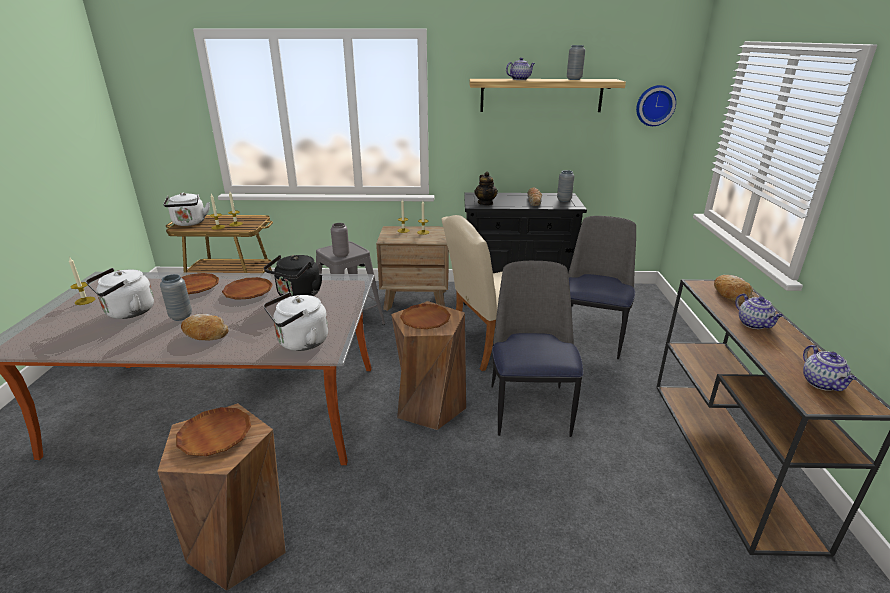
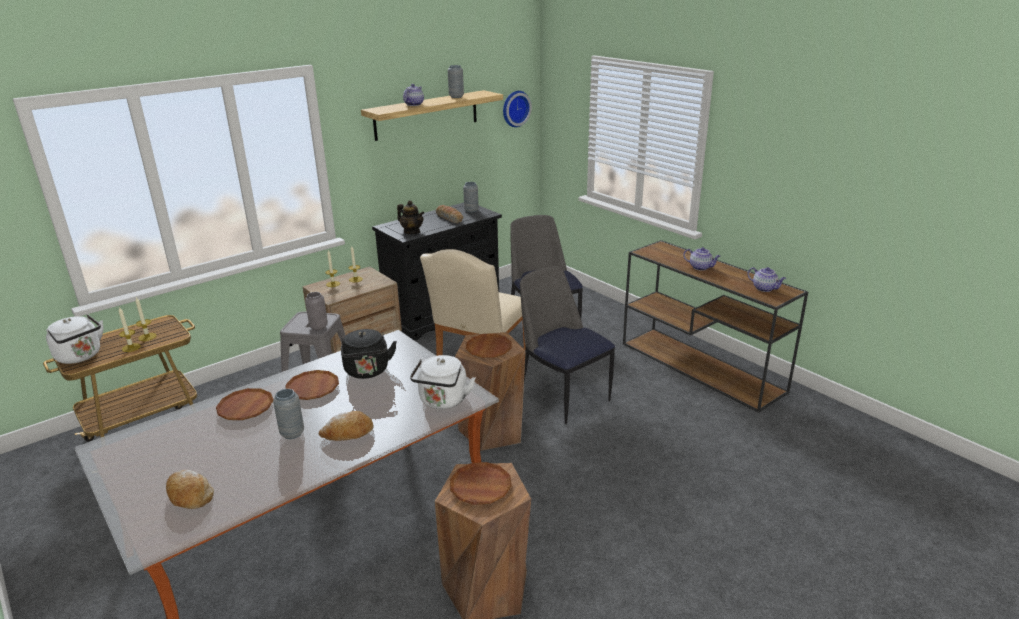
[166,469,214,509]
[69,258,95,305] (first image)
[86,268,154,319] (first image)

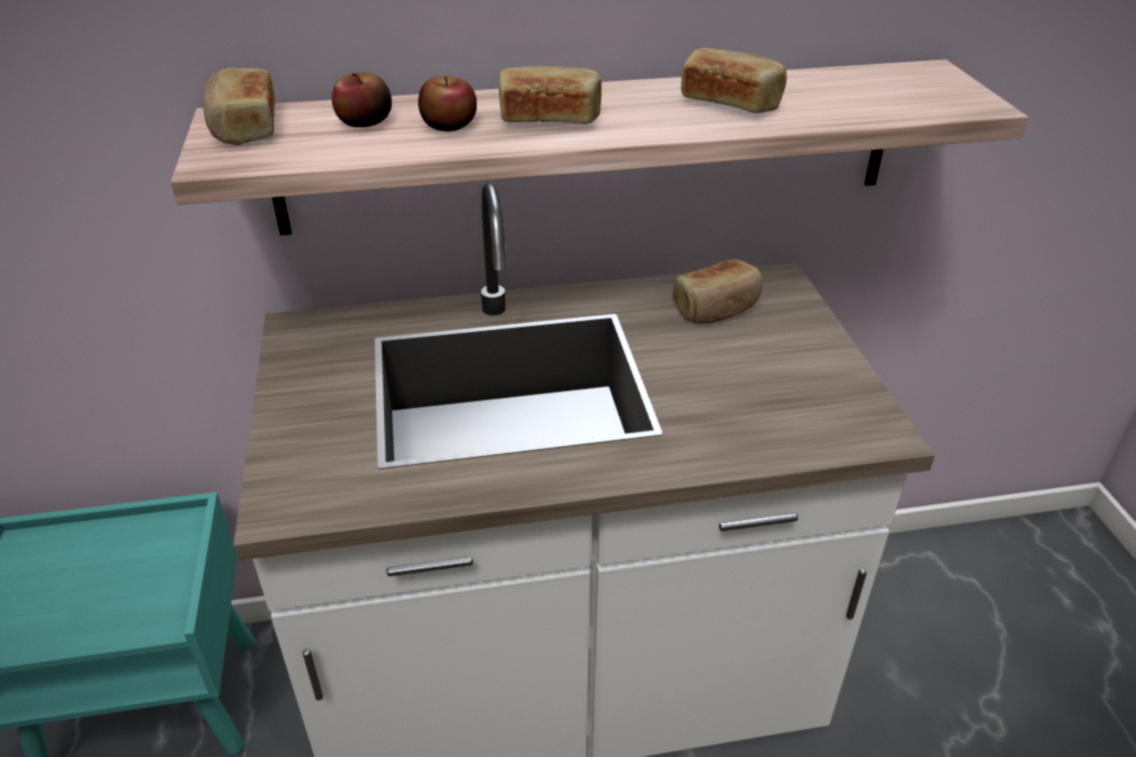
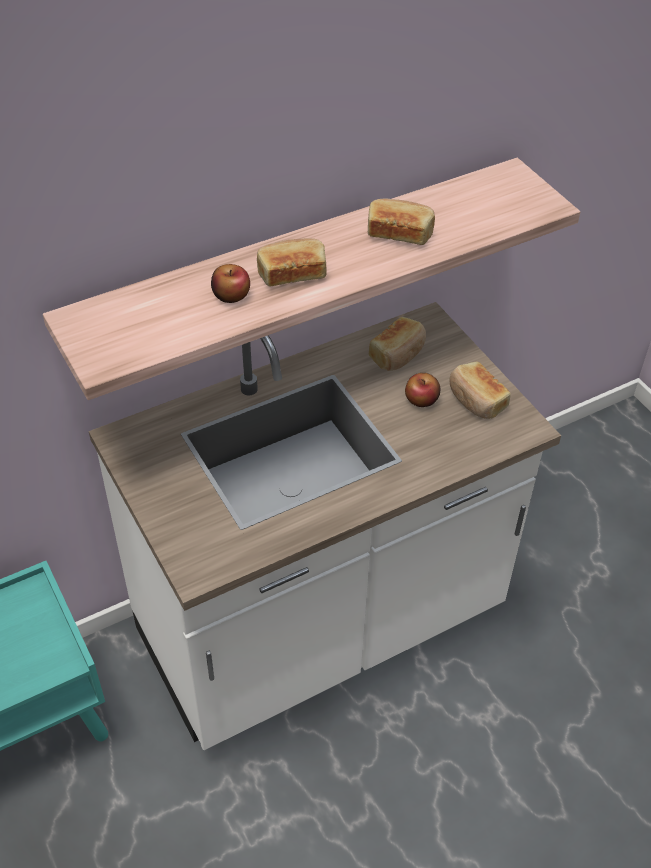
[405,373,440,407]
[449,362,511,419]

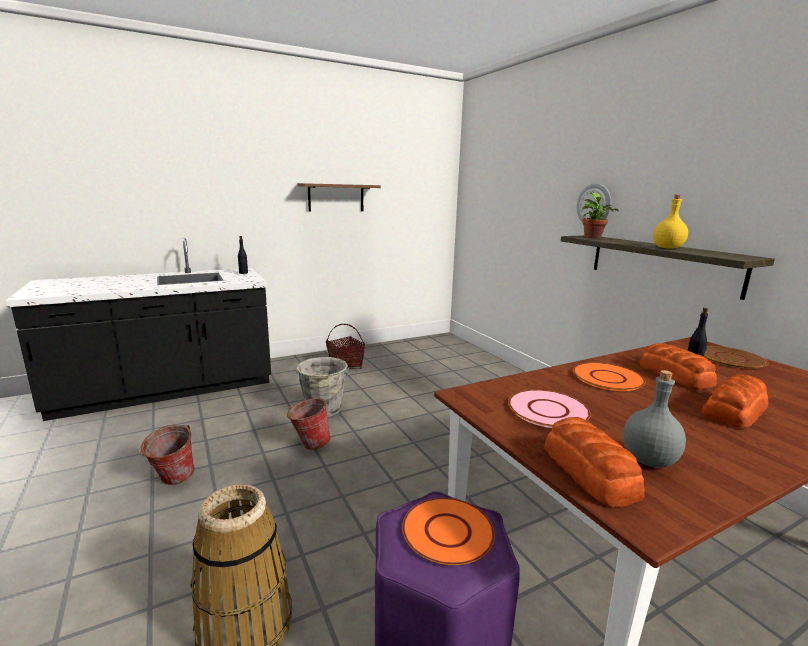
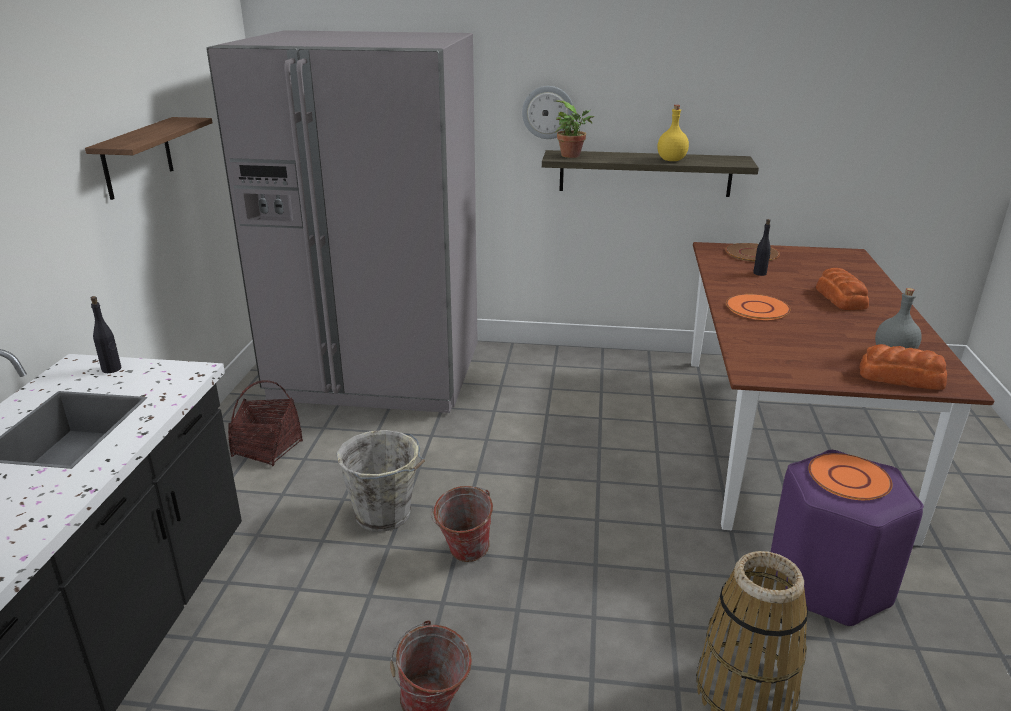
[206,30,478,413]
[508,390,591,428] (first image)
[639,343,717,390] (first image)

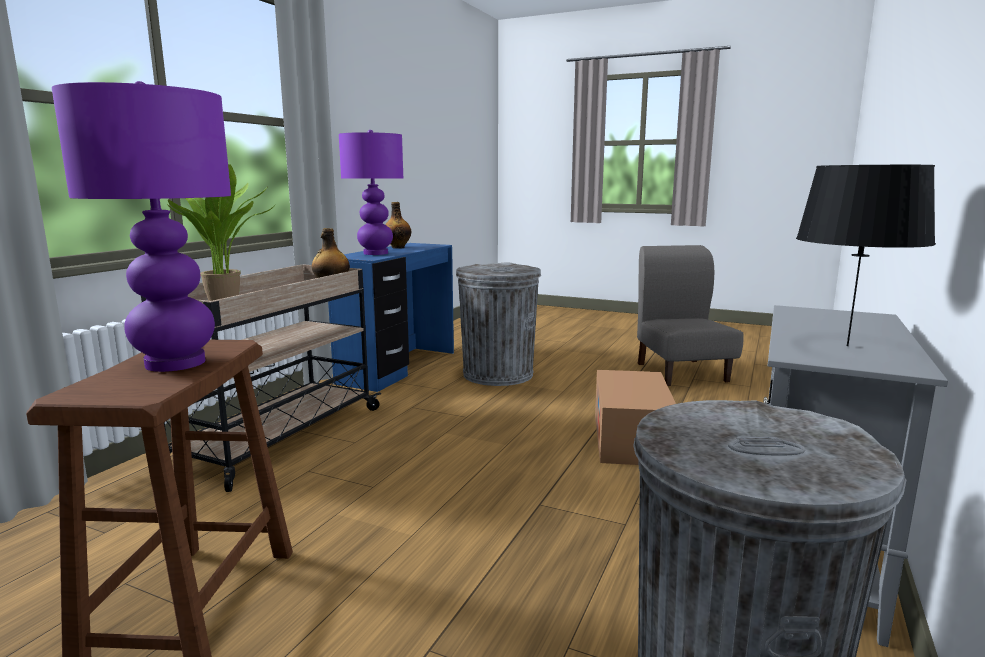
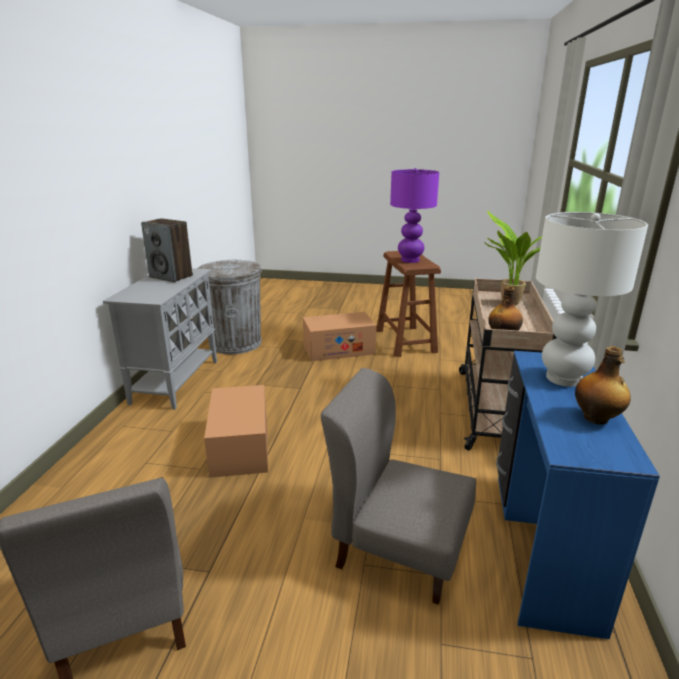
[141,218,193,282]
[303,312,376,361]
[321,368,476,605]
[536,212,648,387]

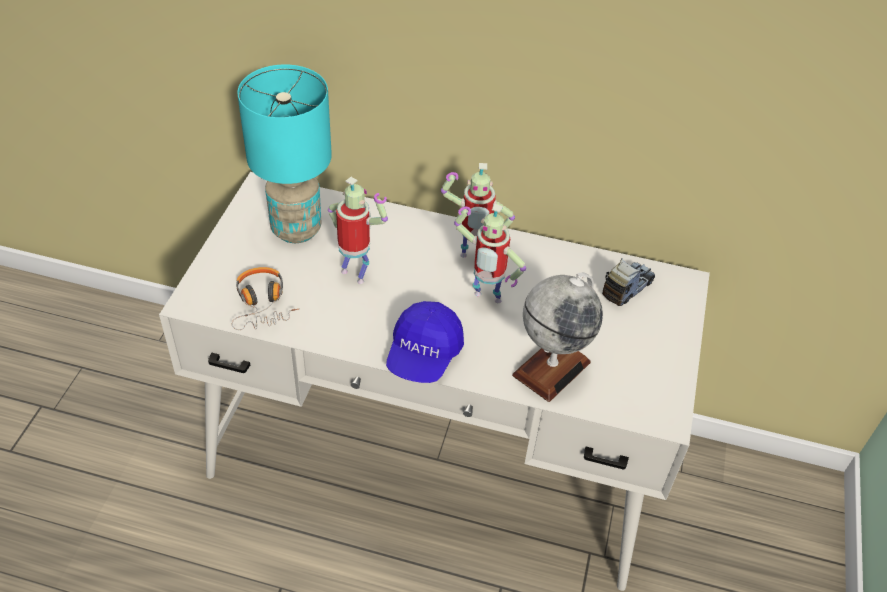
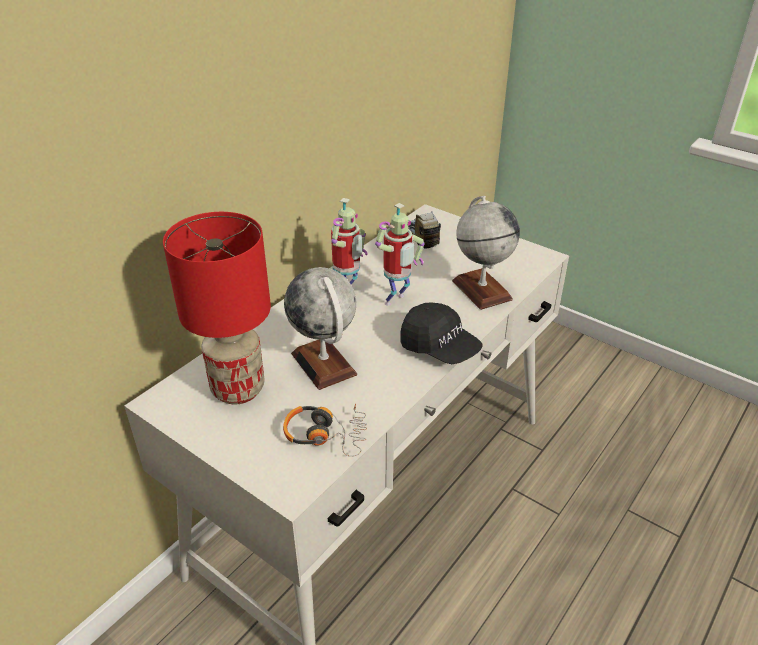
[163,212,271,404]
[284,267,357,390]
[400,303,482,364]

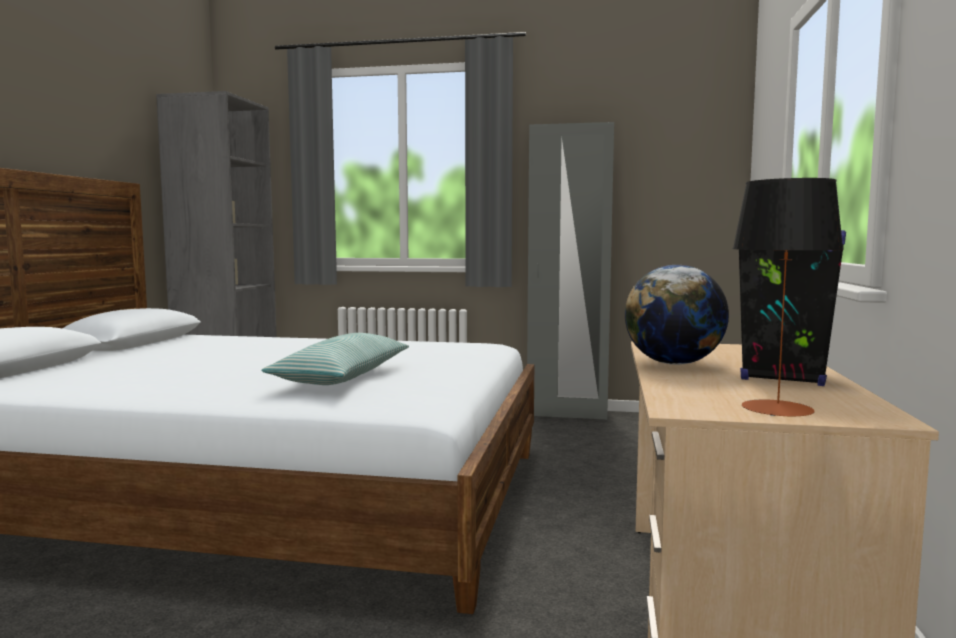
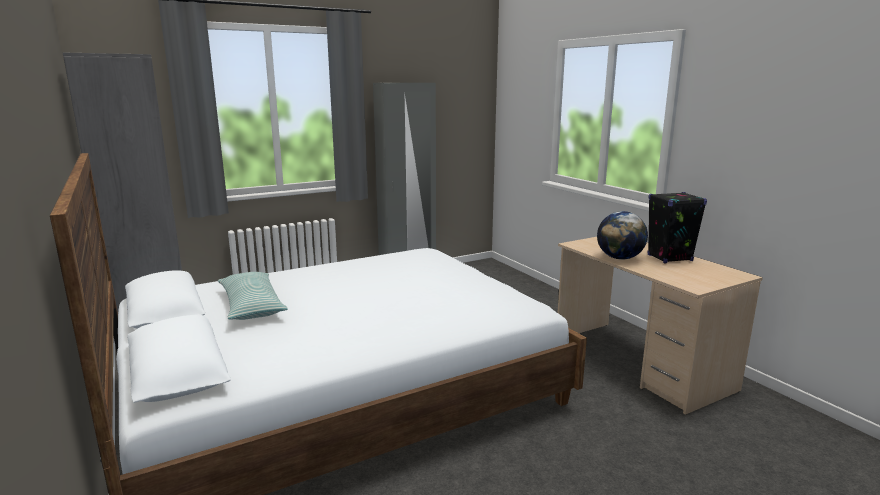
[218,272,288,320]
[733,178,844,416] (first image)

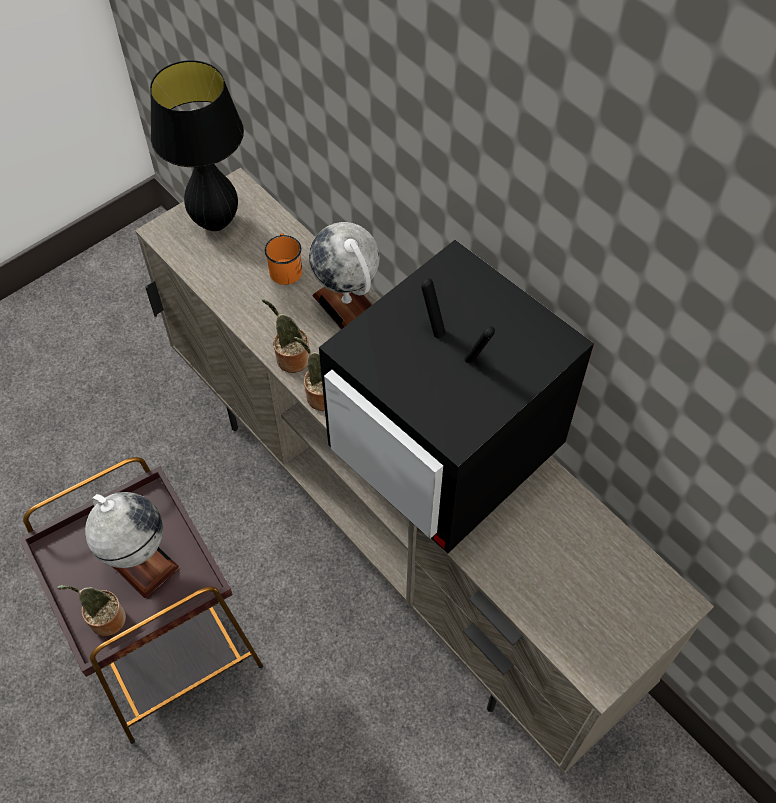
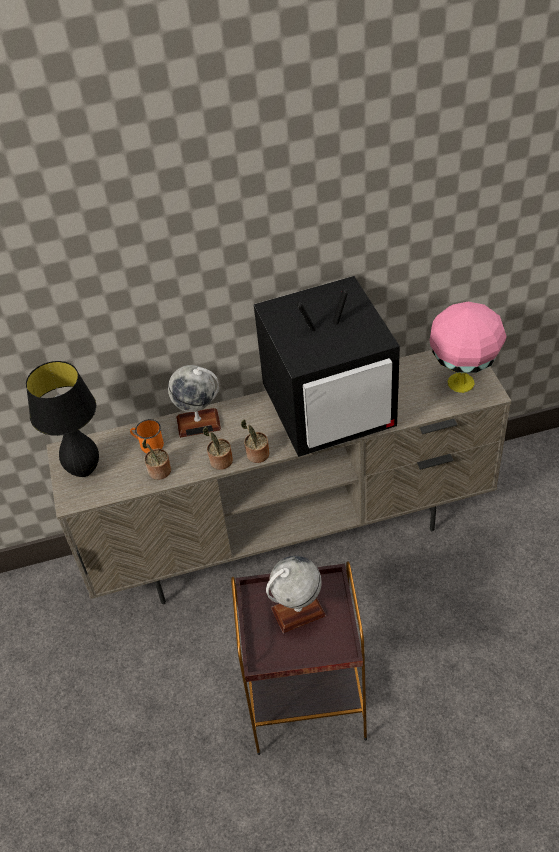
[142,438,171,480]
[430,302,507,393]

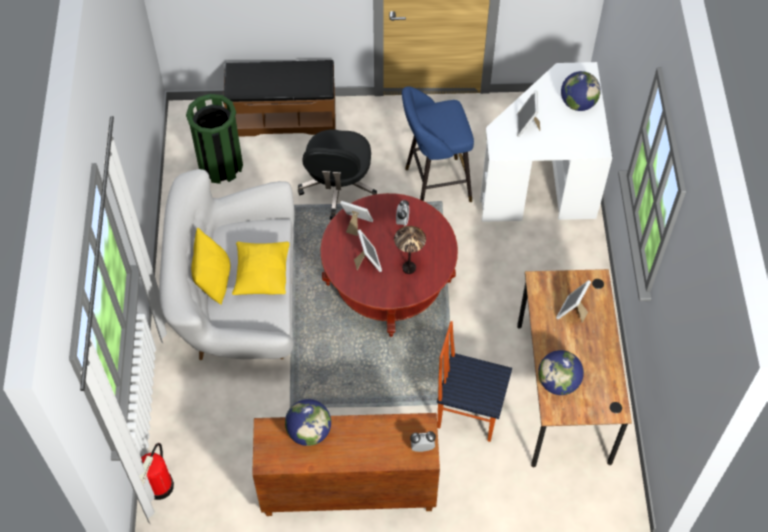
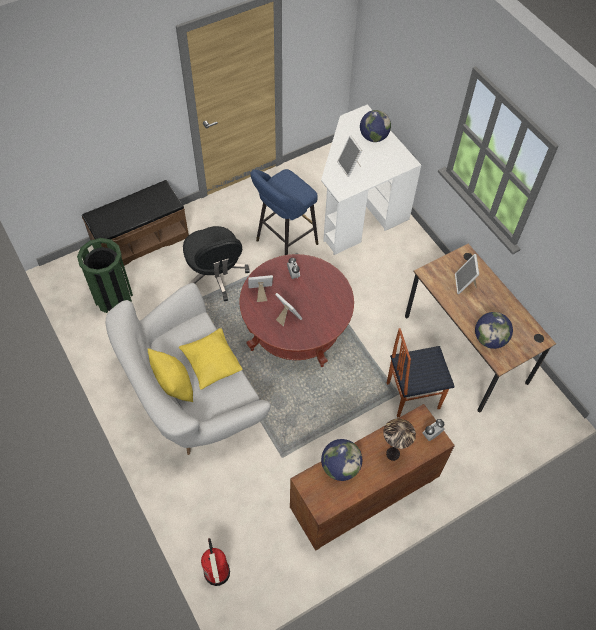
[383,419,416,461]

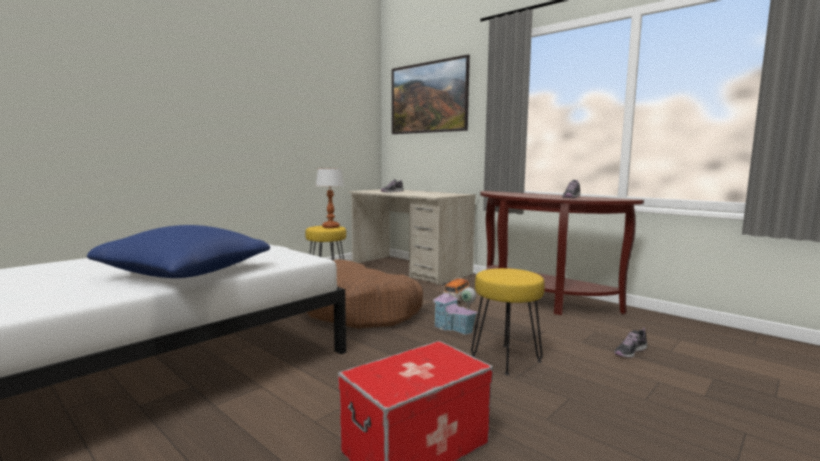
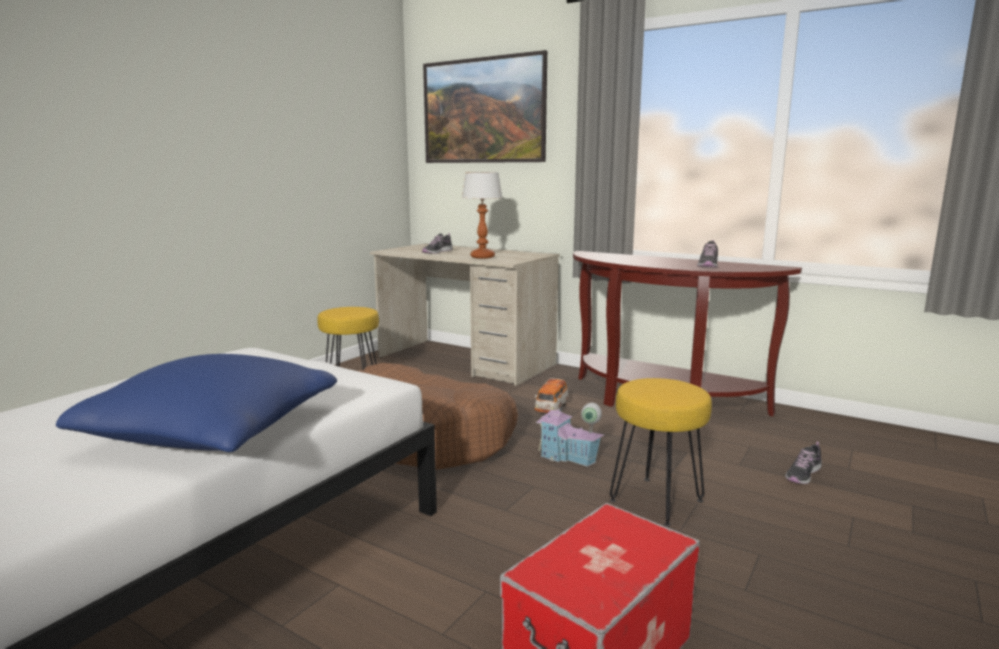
[462,172,503,259]

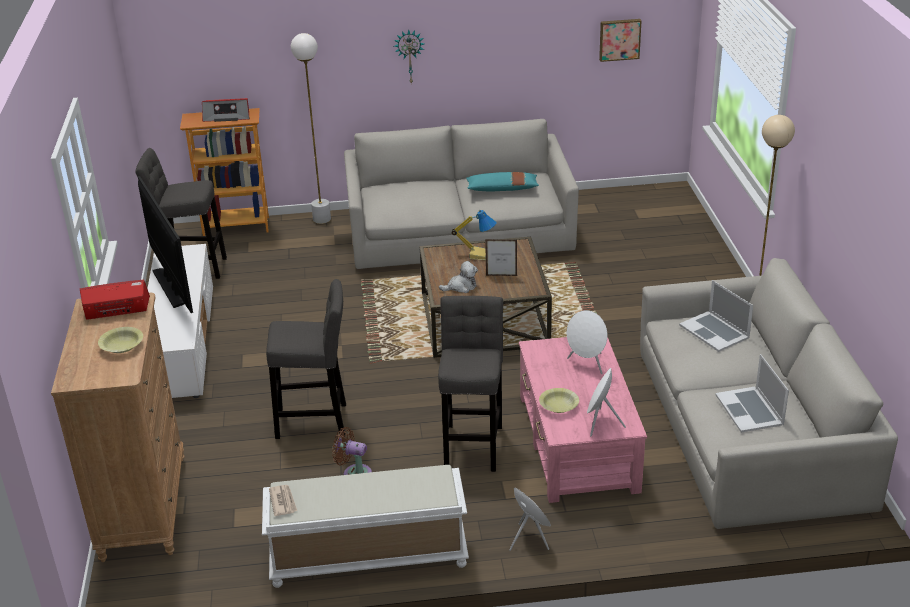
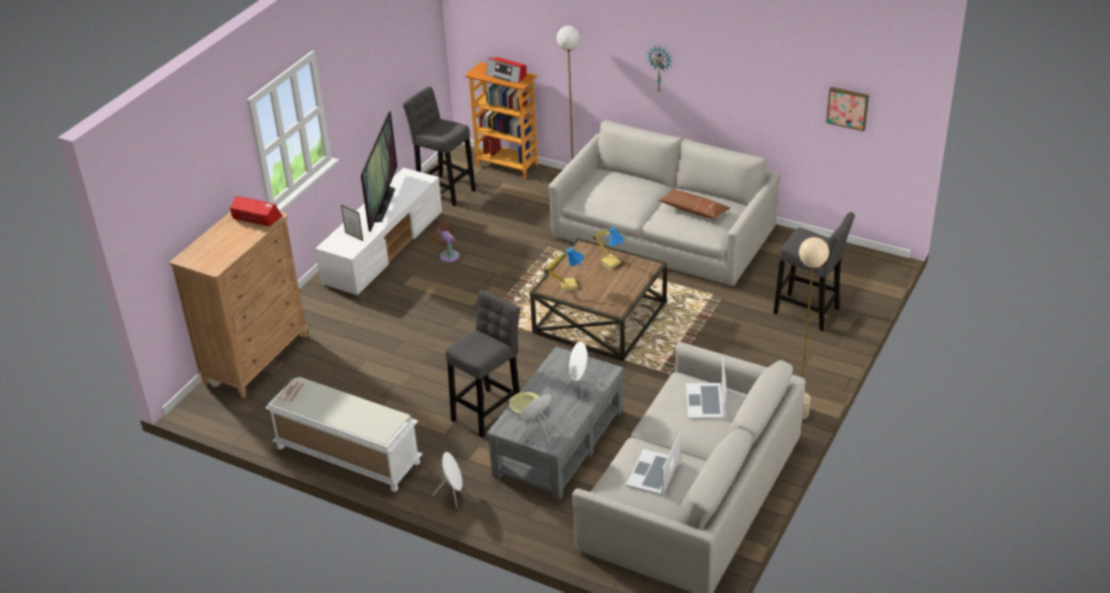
[341,205,364,242]
[431,221,460,262]
[486,347,624,500]
[544,247,584,291]
[658,190,730,219]
[773,212,855,331]
[98,327,143,353] (first image)

